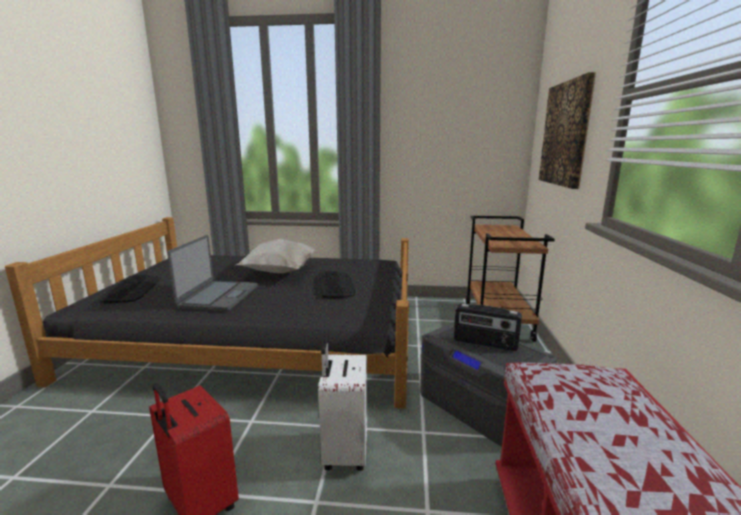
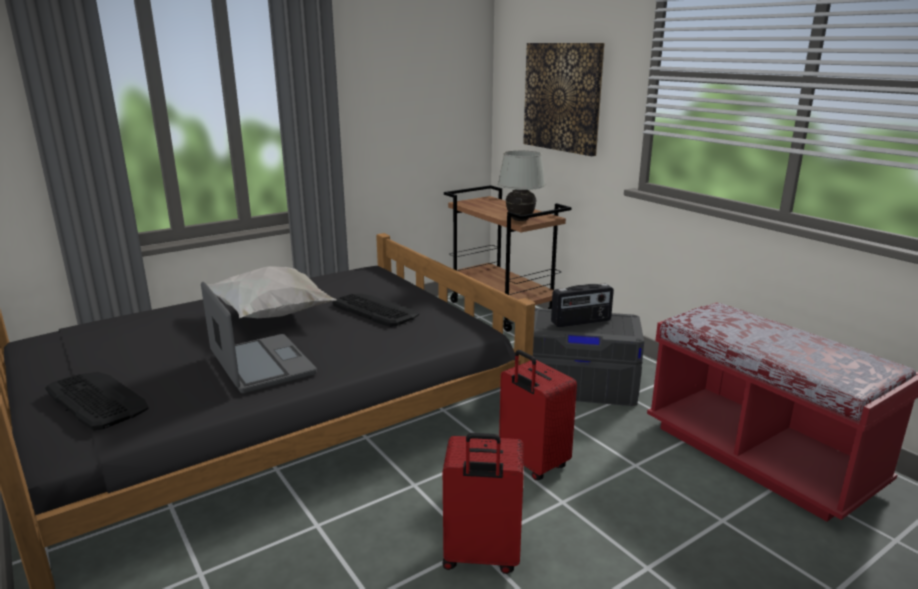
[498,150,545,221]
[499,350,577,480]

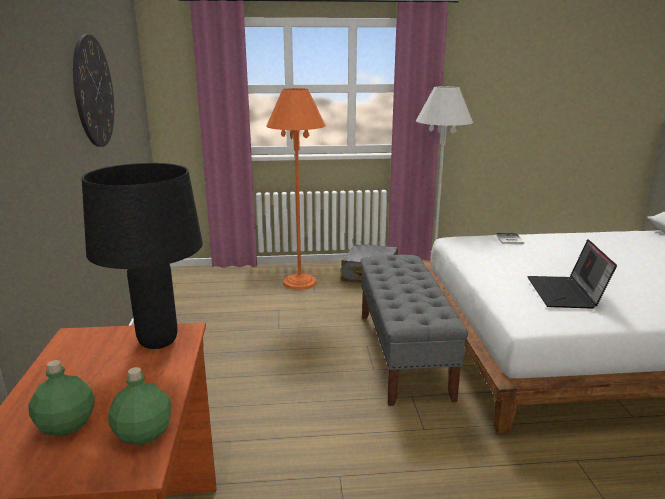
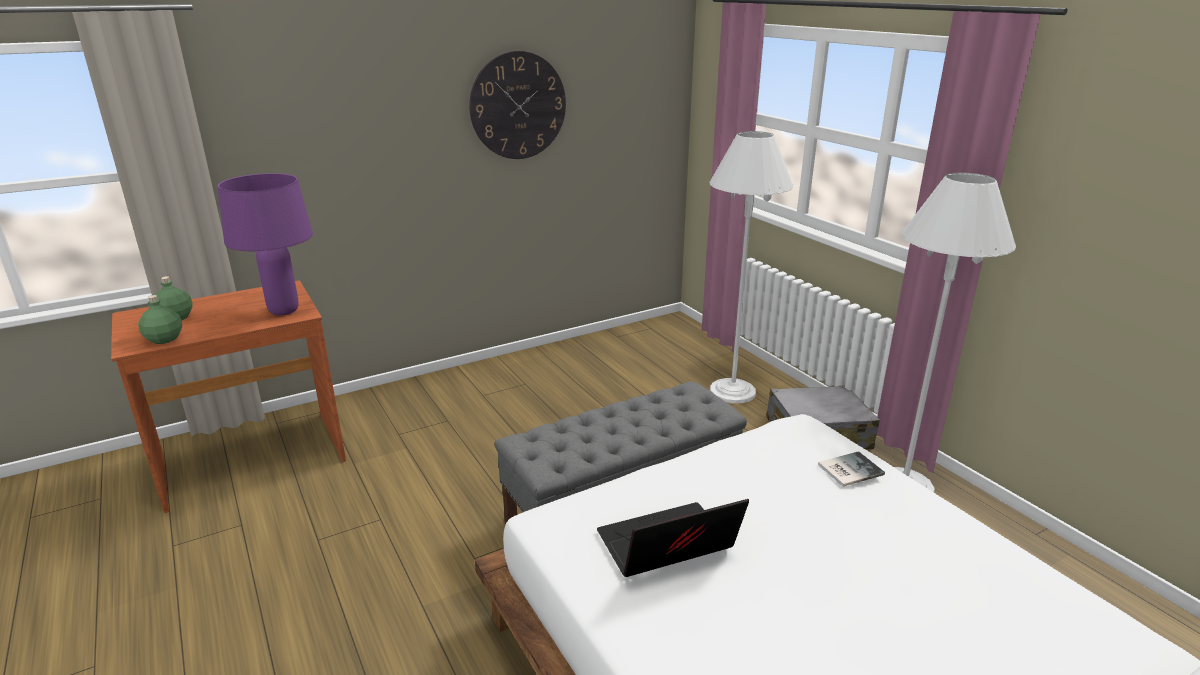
[218,173,313,315]
[710,131,793,404]

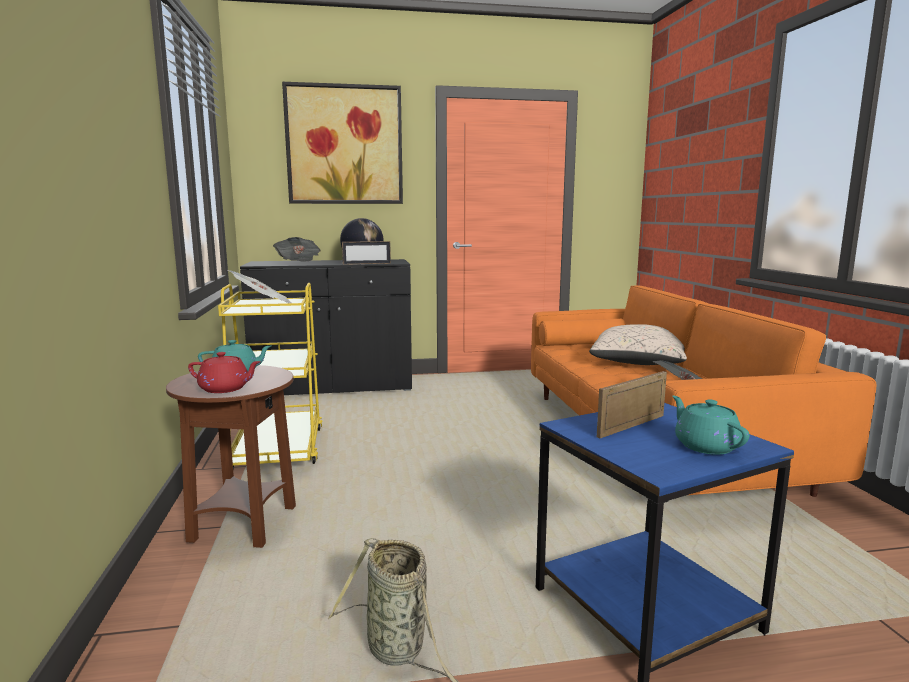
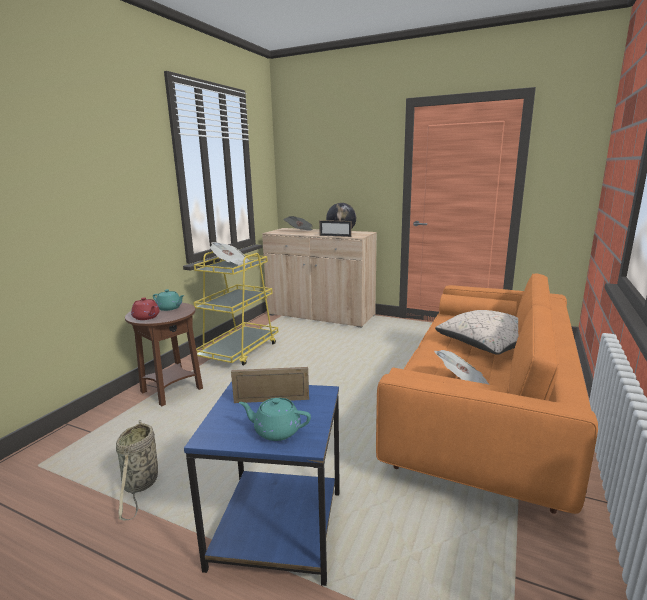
[239,398,311,441]
[262,228,377,328]
[282,82,403,204] (first image)

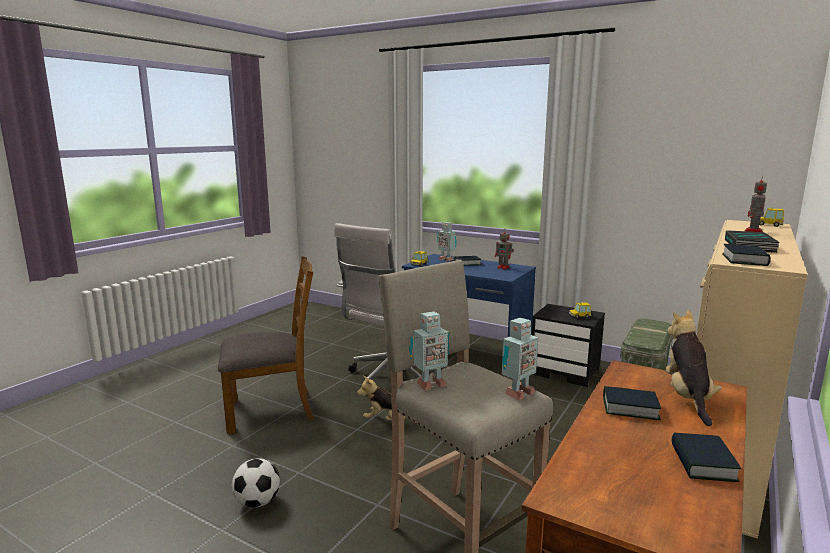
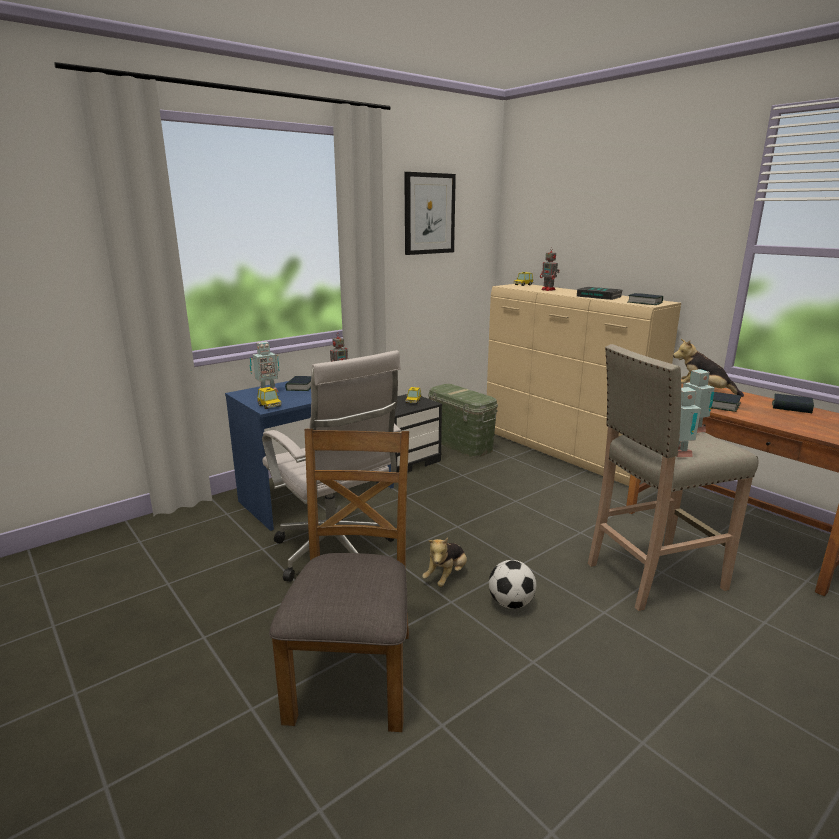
[404,172,456,255]
[489,560,536,609]

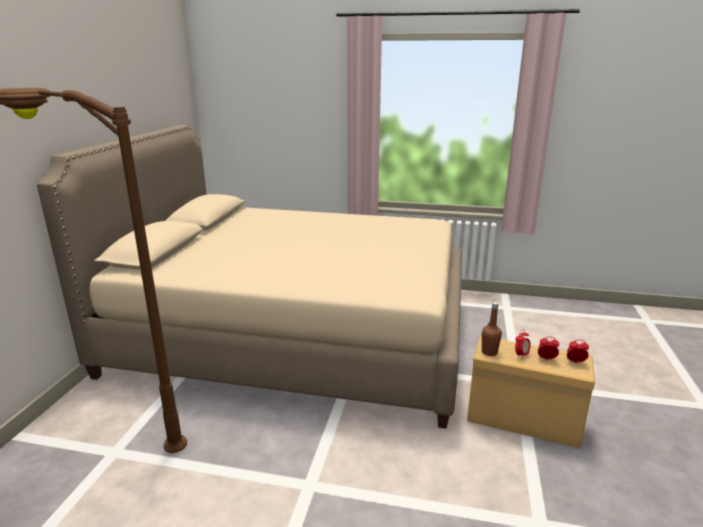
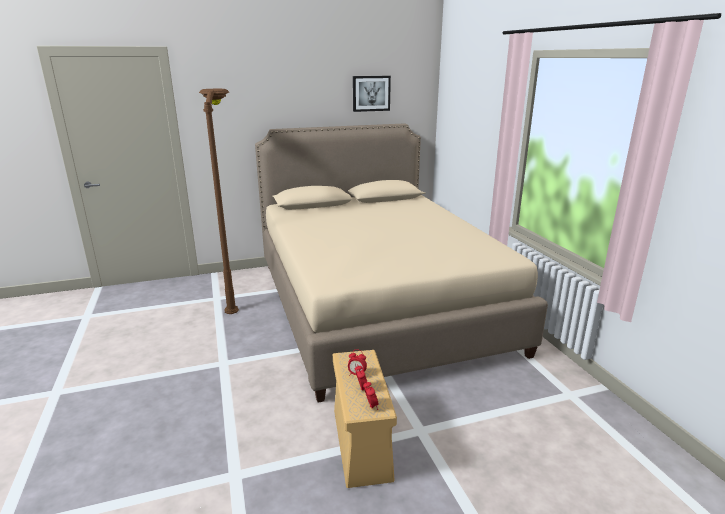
[353,76,391,112]
[482,302,502,356] (first image)

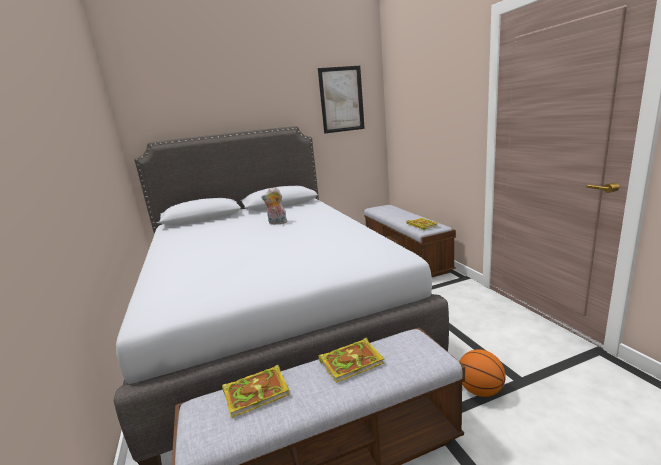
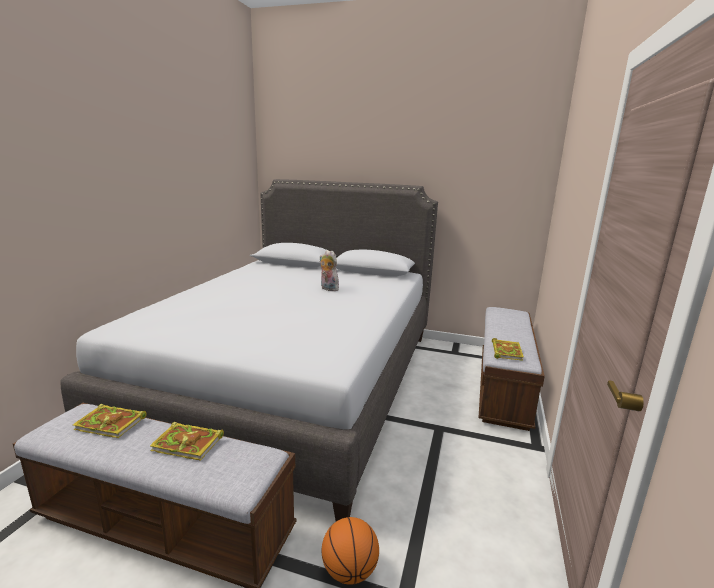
[318,66,365,134] (first image)

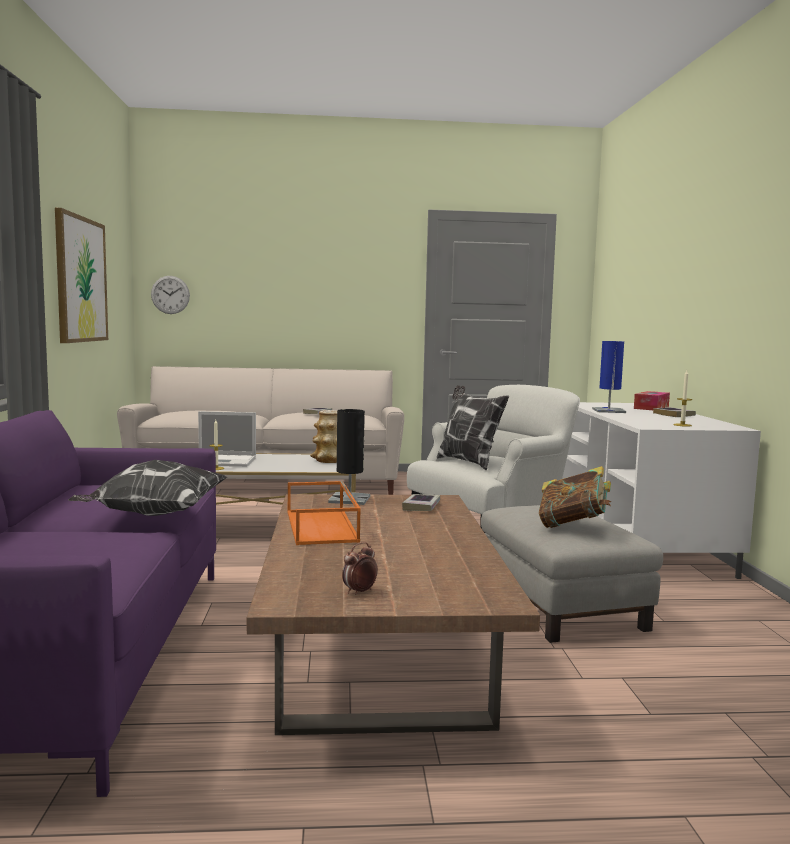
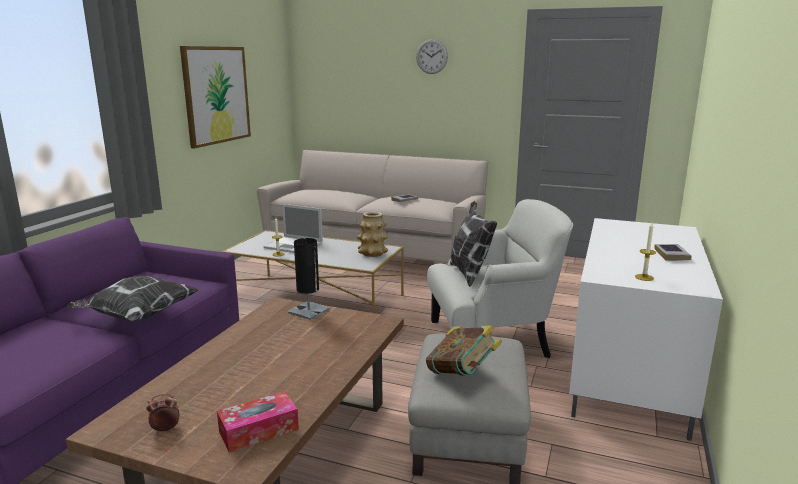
[217,391,299,452]
[416,39,448,74]
[287,481,361,545] (first image)
[402,494,440,511] (first image)
[592,341,626,413] (first image)

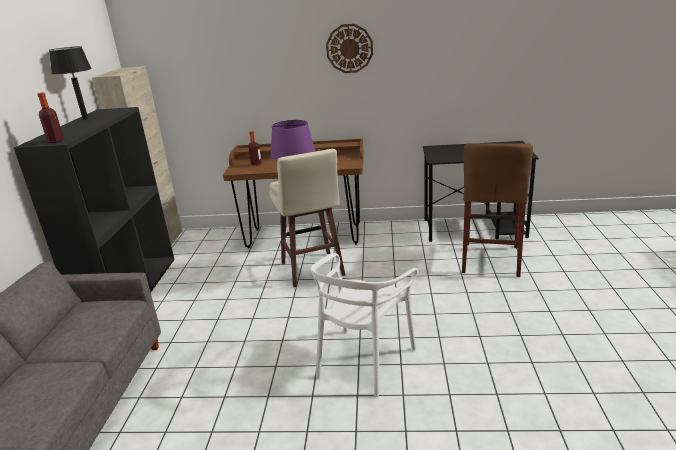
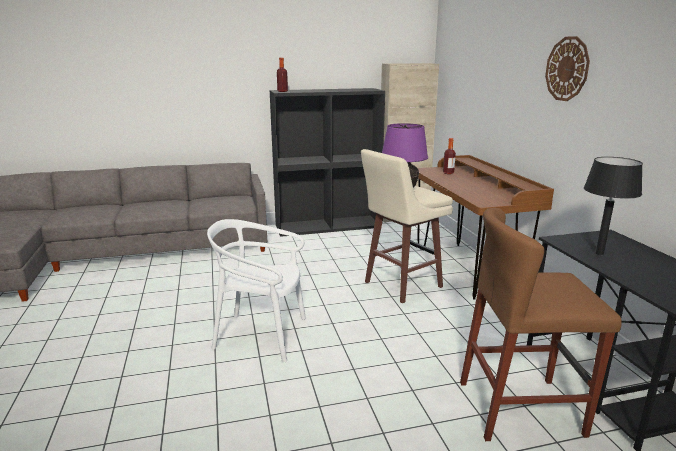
[584,157,643,255]

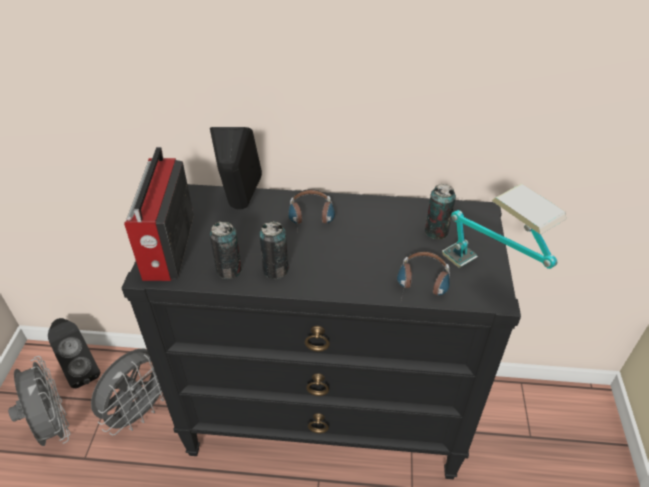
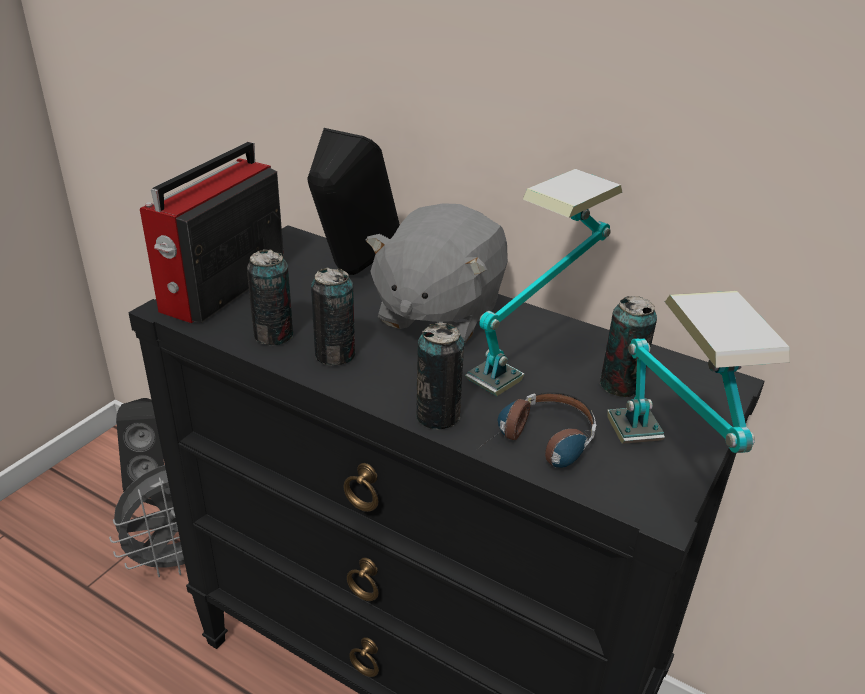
[365,203,508,343]
[416,323,464,430]
[465,169,622,396]
[8,356,71,446] (first image)

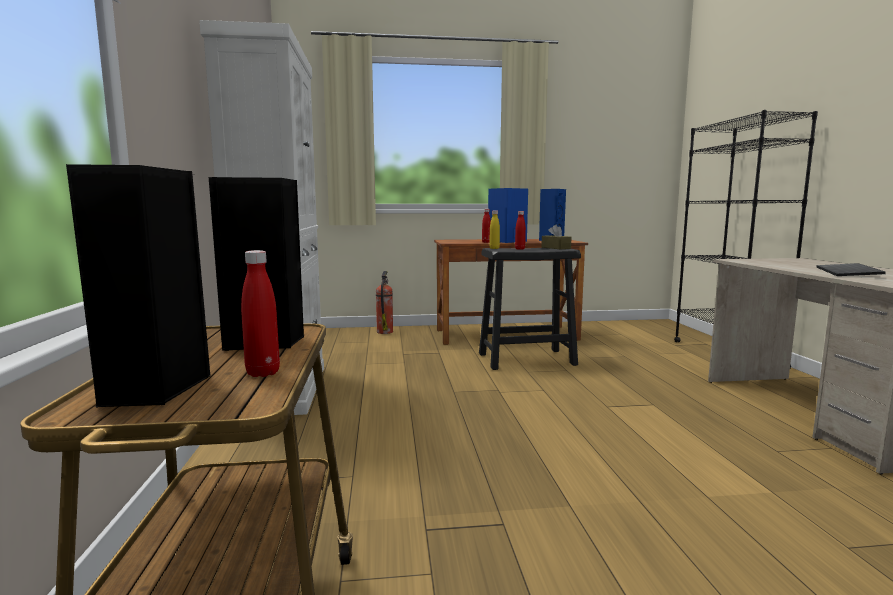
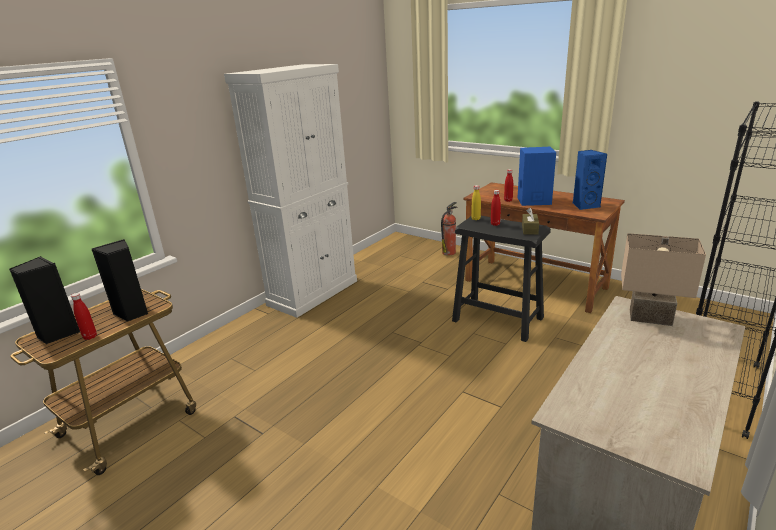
[621,233,706,326]
[817,263,885,276] (first image)

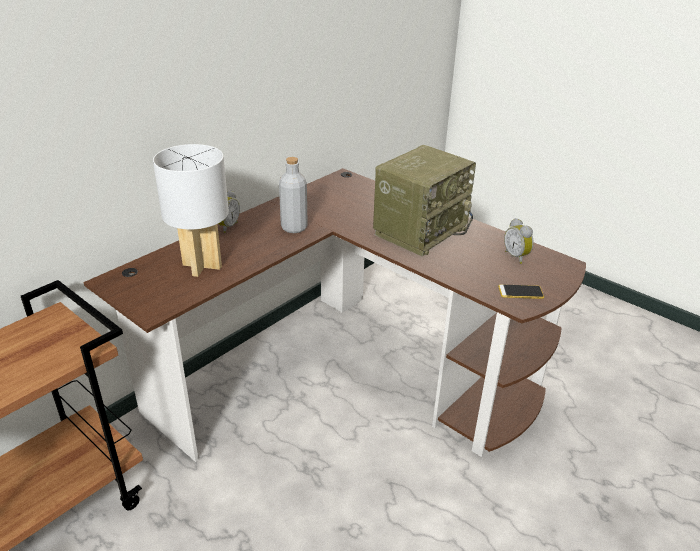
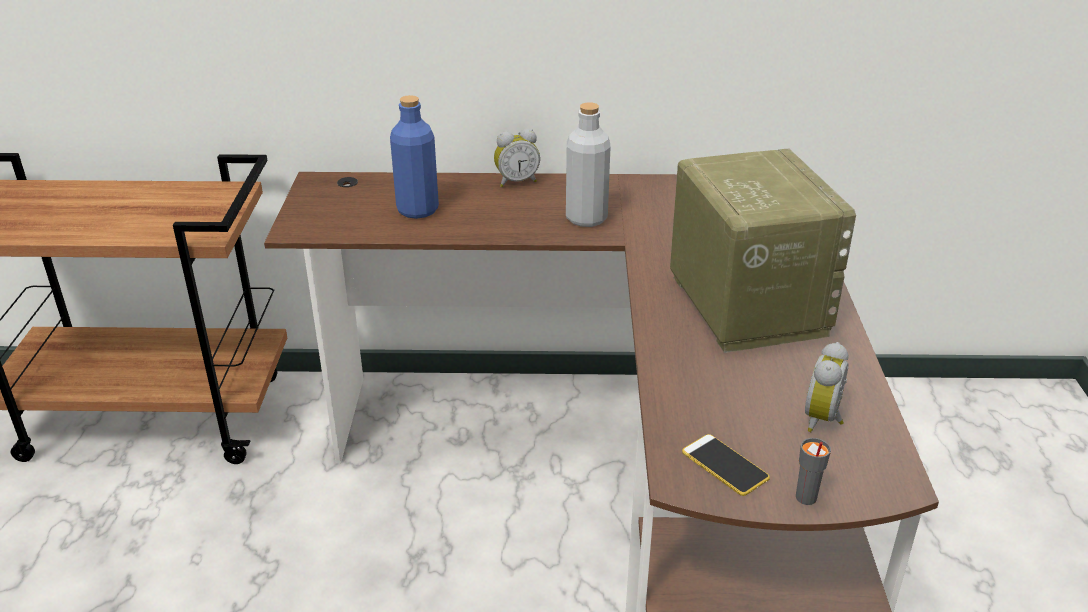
[390,95,439,219]
[670,149,856,353]
[796,438,831,505]

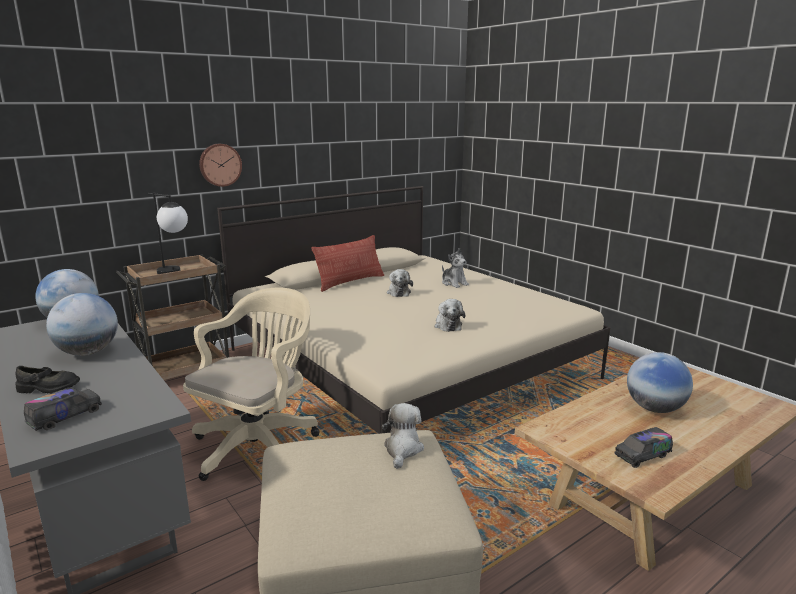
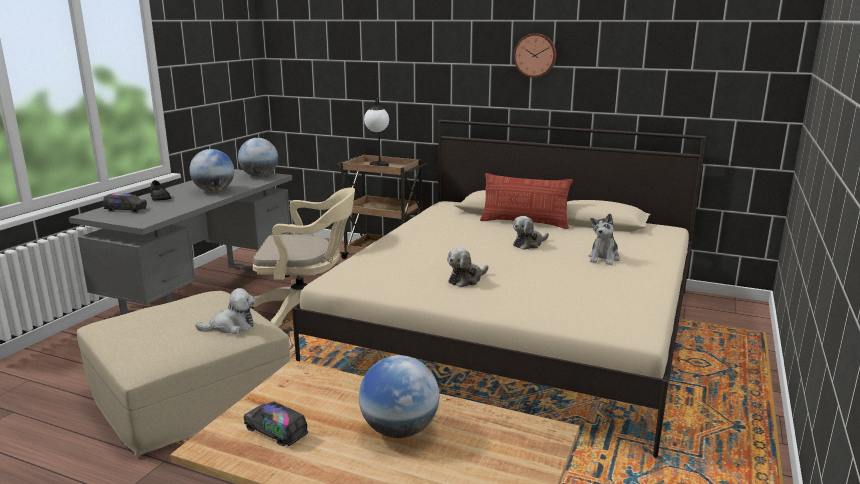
[514,33,556,78]

